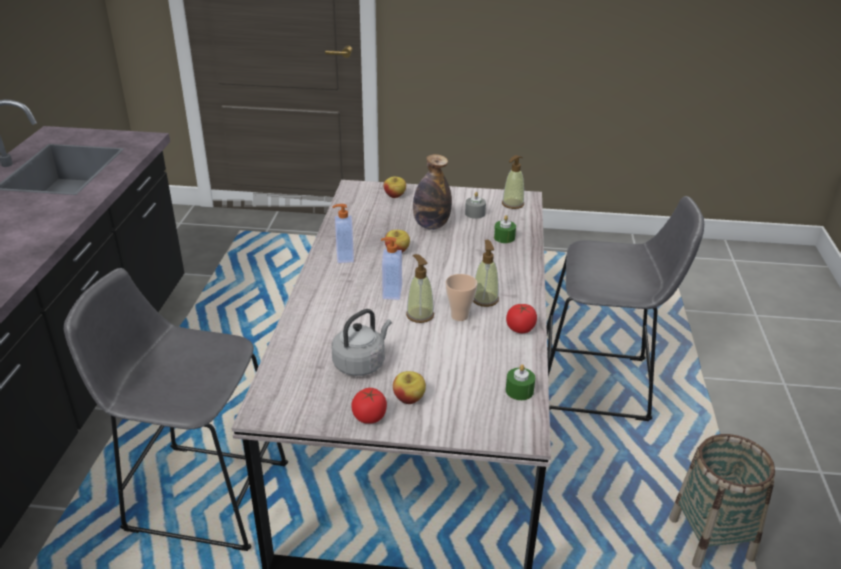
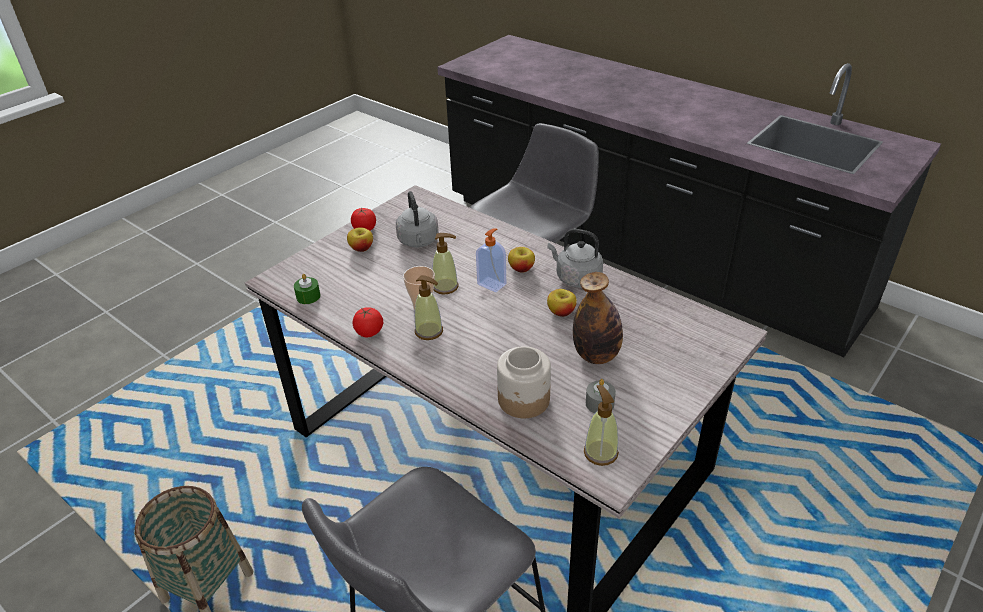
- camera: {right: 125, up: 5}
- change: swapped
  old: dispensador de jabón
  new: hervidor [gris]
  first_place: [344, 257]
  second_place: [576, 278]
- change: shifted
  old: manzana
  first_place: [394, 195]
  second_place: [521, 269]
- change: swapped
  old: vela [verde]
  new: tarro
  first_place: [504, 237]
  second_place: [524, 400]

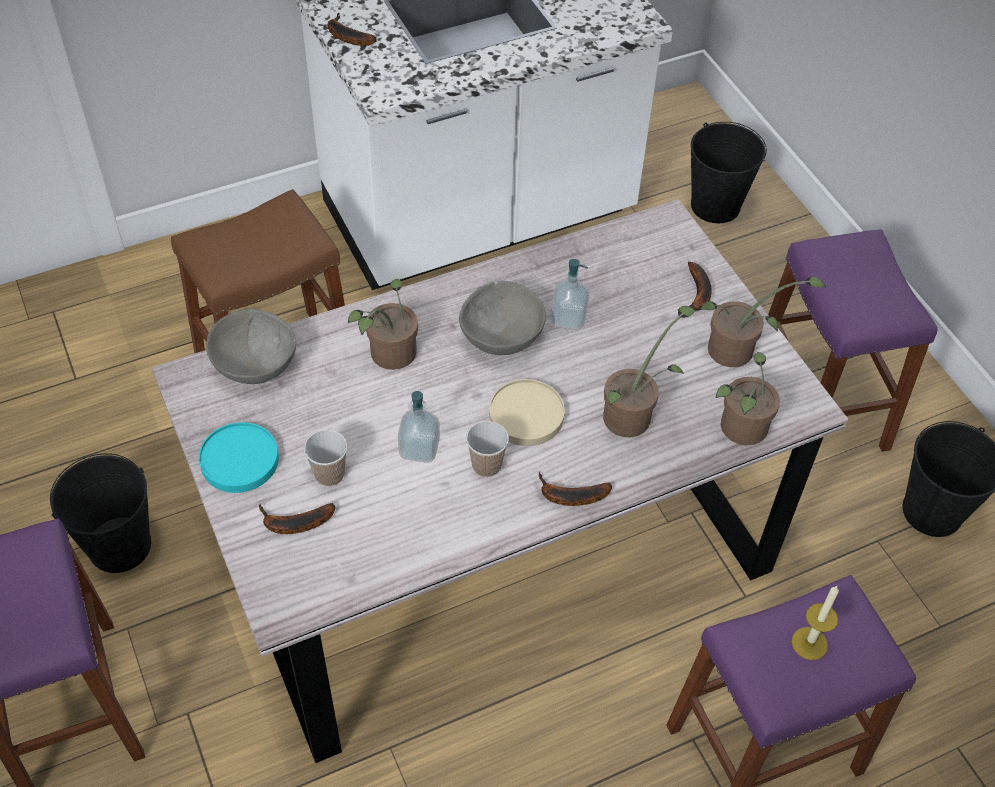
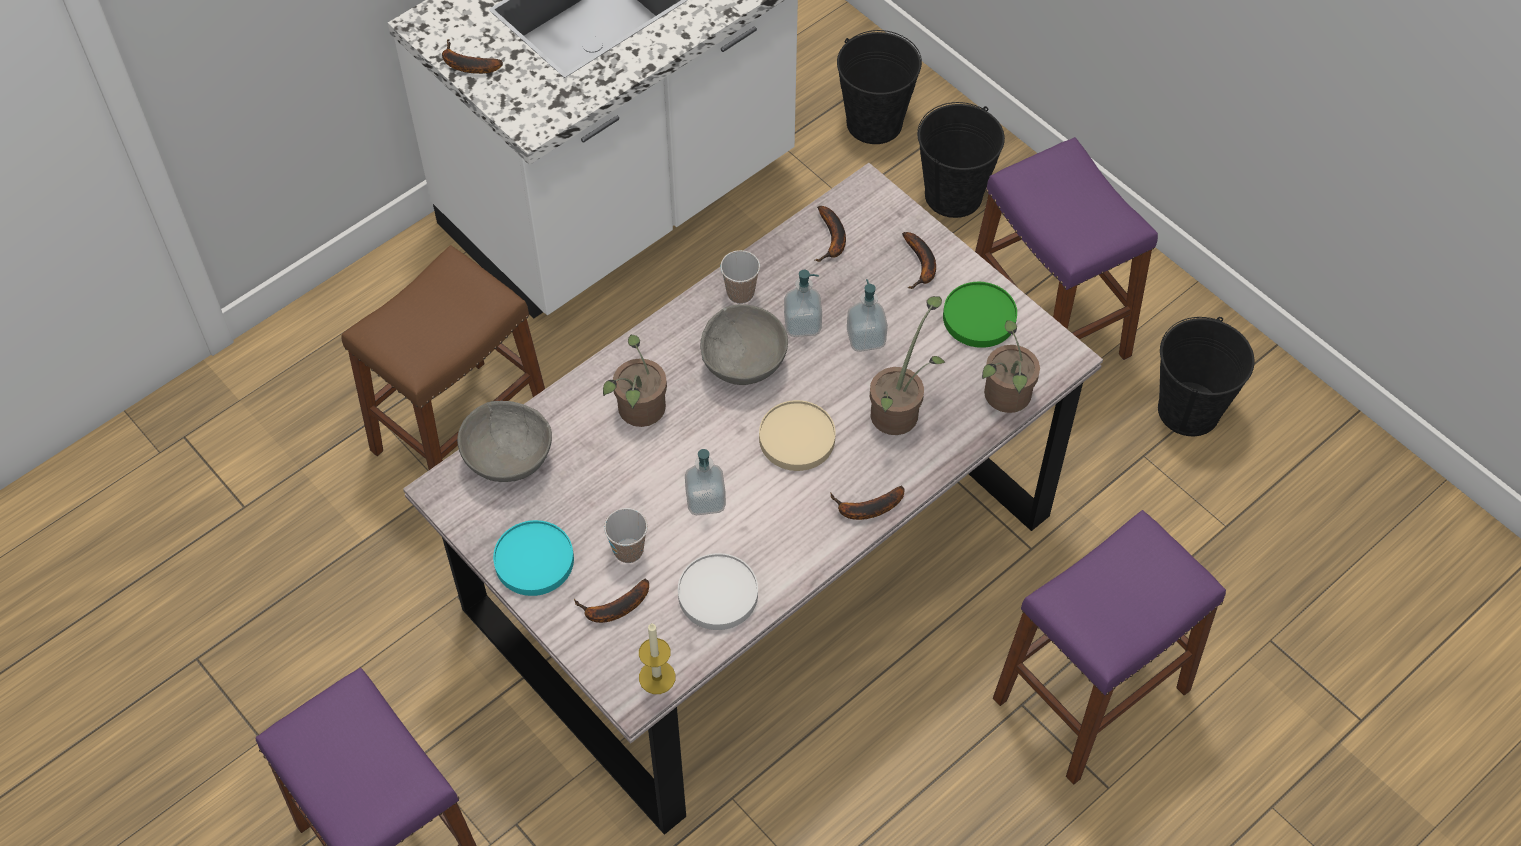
- camera: {right: -15, up: 5}
- change: shifted
  old: cubo [negro]
  first_place: [120, 546]
  second_place: [954, 195]
- change: shifted
  old: taza
  first_place: [486, 465]
  second_place: [740, 293]
- change: swapped
  old: planta en maceta
  new: plato [verde]
  first_place: [737, 352]
  second_place: [978, 317]
- change: shifted
  old: vela
  first_place: [809, 643]
  second_place: [657, 677]
- change: new
  new: plato [blanco]
  second_place: [718, 594]
- change: new
  new: plátano
  second_place: [832, 239]
- change: new
  new: dispensador de jabón
  second_place: [866, 338]

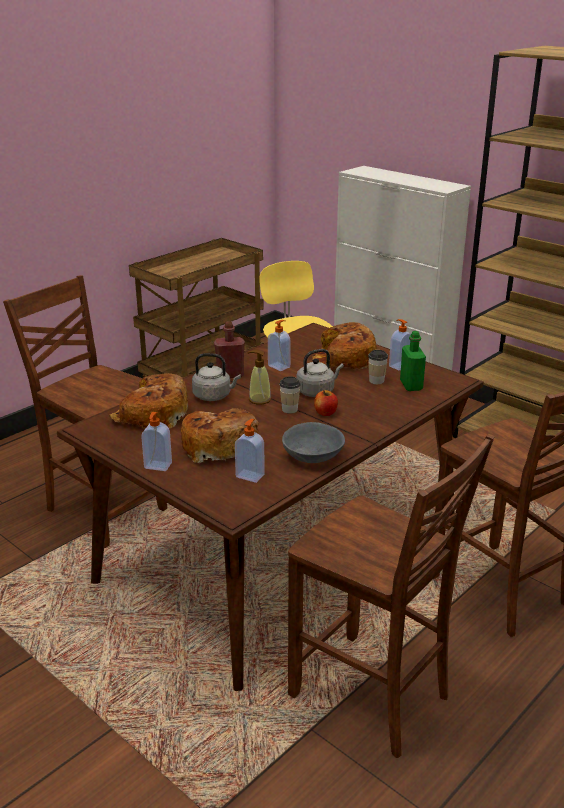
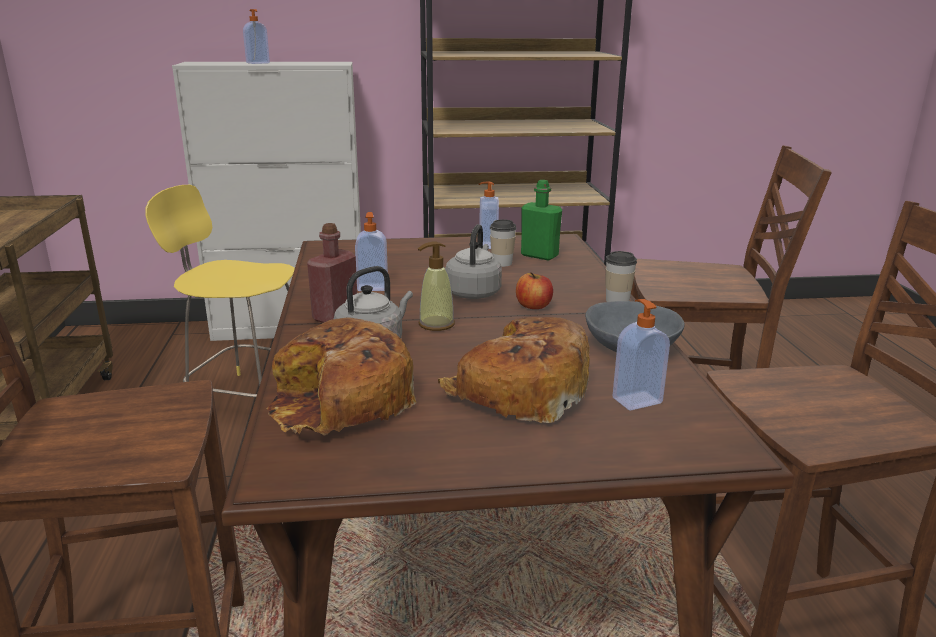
- camera: {right: -50, up: -5}
- change: shifted
  old: dispensador de jabón
  first_place: [157, 466]
  second_place: [258, 63]
- change: shifted
  old: taza
  first_place: [289, 409]
  second_place: [617, 300]
- change: gone
  old: pan
  first_place: [343, 359]

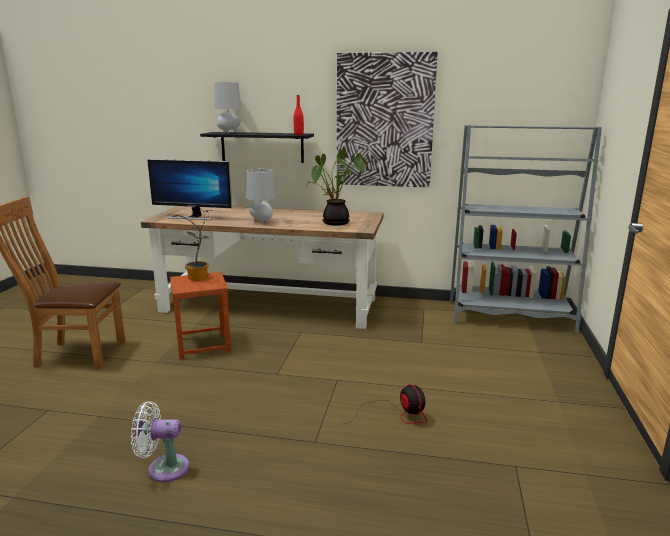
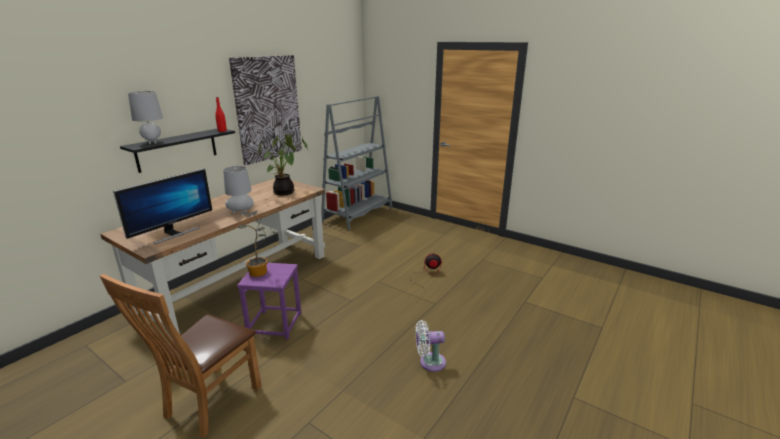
- camera: {right: -65, up: 5}
- change: rotated
  old: ventilador [blanco]
  first_place: [164, 468]
  second_place: [429, 362]
  degrees: 60
- change: repainted
  old: taburete [marrón]
  new: taburete [morado]
  first_place: [203, 345]
  second_place: [275, 324]

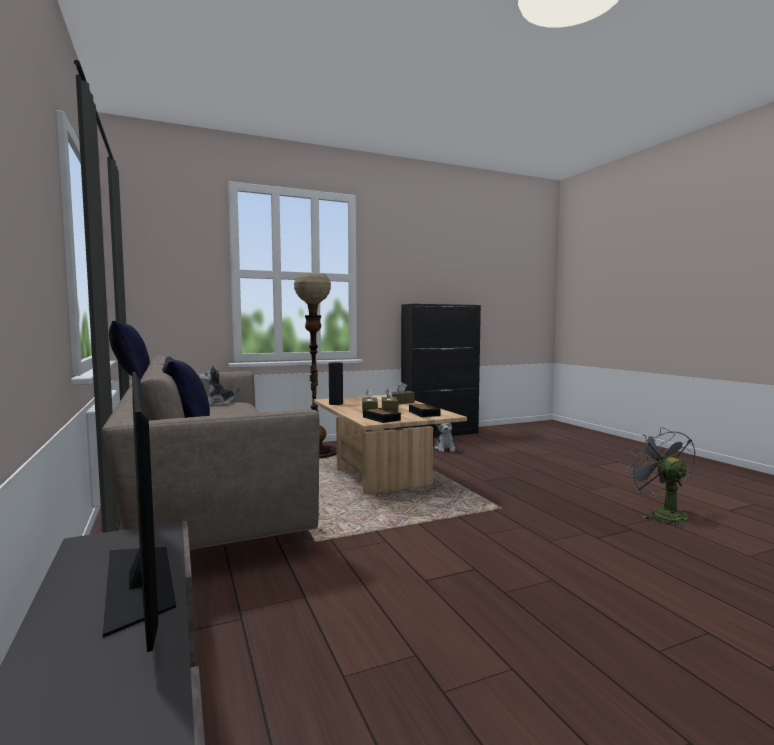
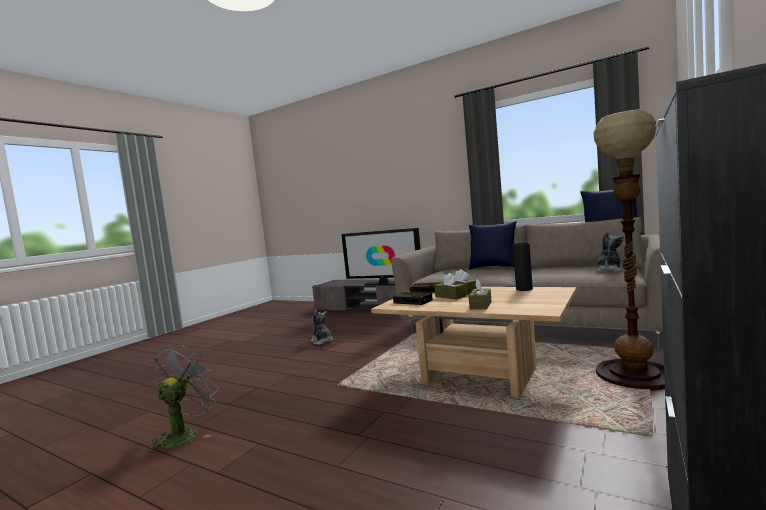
- camera: {right: 145, up: 0}
- change: shifted
  old: peluche
  first_place: [445, 449]
  second_place: [322, 341]
- change: rotated
  old: ventilador [gris]
  first_place: [661, 513]
  second_place: [185, 434]
  degrees: -105

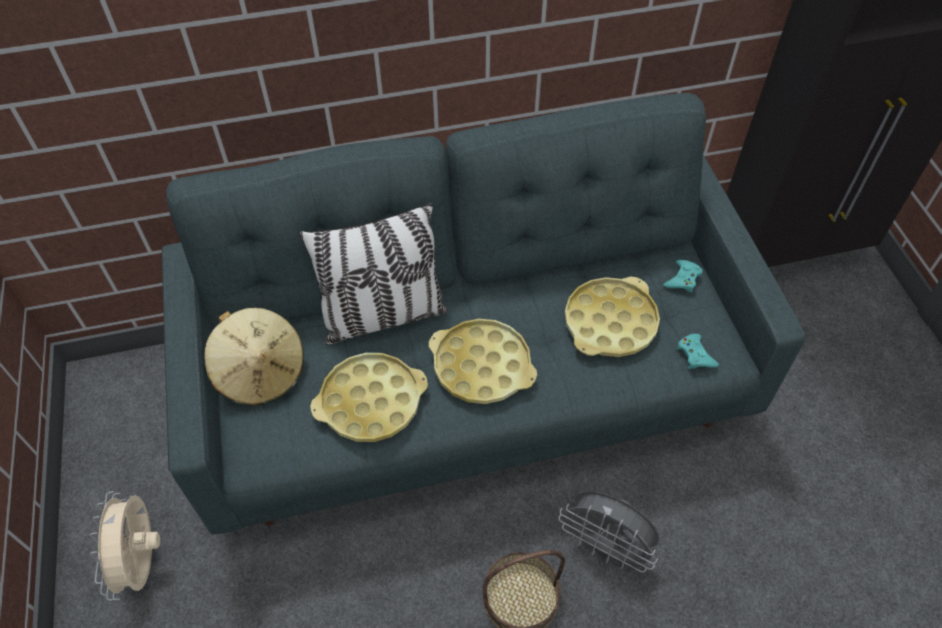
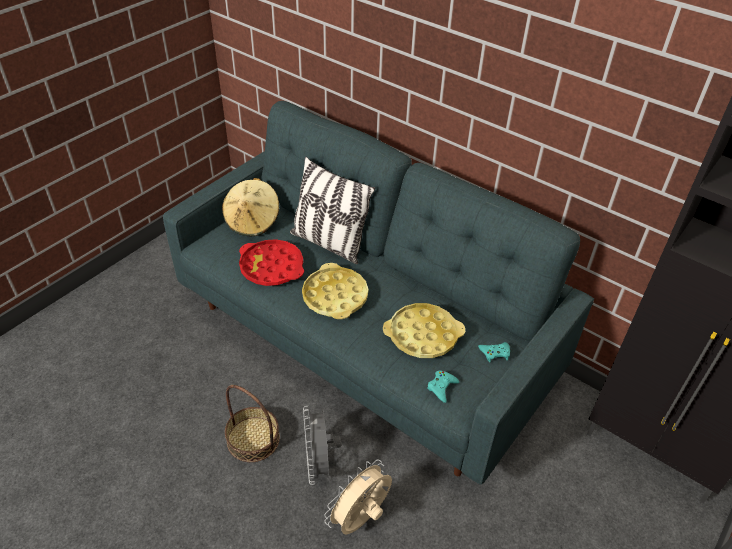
- camera: {right: 50, up: -10}
- change: shifted
  old: ventilador [beis]
  first_place: [143, 562]
  second_place: [361, 519]
- change: repainted
  old: bandeja [amarillo]
  new: bandeja [rojo]
  first_place: [371, 402]
  second_place: [271, 267]

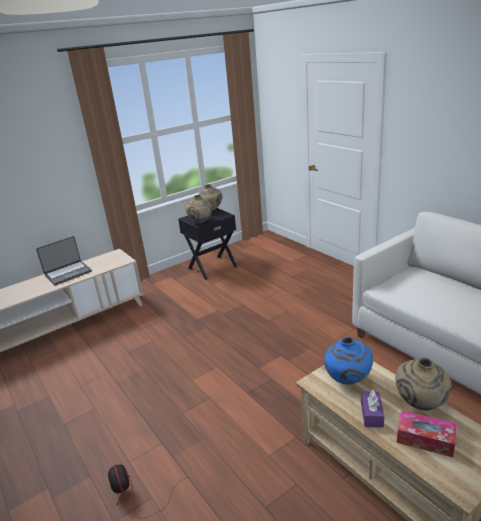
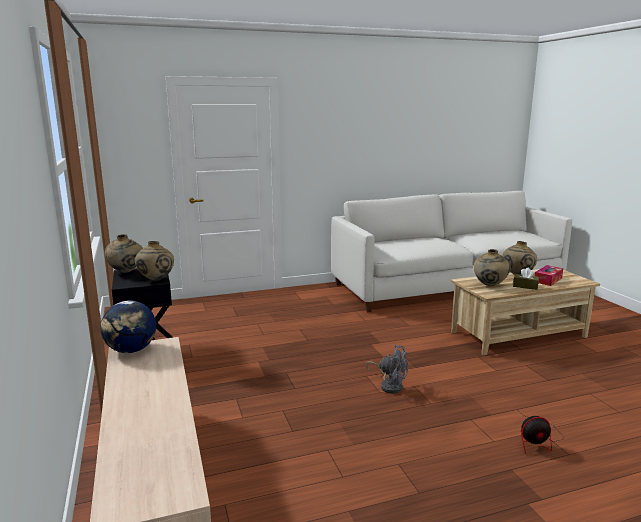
- camera: {right: -75, up: -10}
- change: gone
  old: portátil
  first_place: [68, 273]
- change: repainted
  old: florero [azul]
  new: florero [beis]
  first_place: [347, 381]
  second_place: [490, 286]
- change: repainted
  old: caja de pañuelos [morado]
  new: caja de pañuelos [marrón]
  first_place: [371, 414]
  second_place: [525, 286]
- change: new
  new: globo terráqueo
  second_place: [131, 350]
- change: new
  new: ventilador [gris]
  second_place: [389, 385]

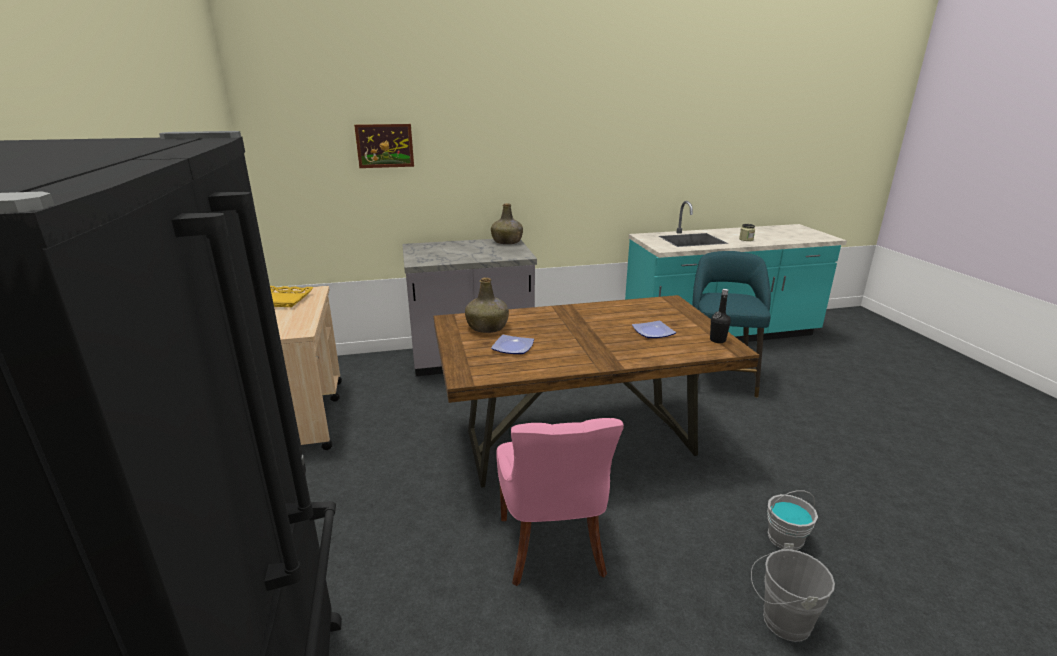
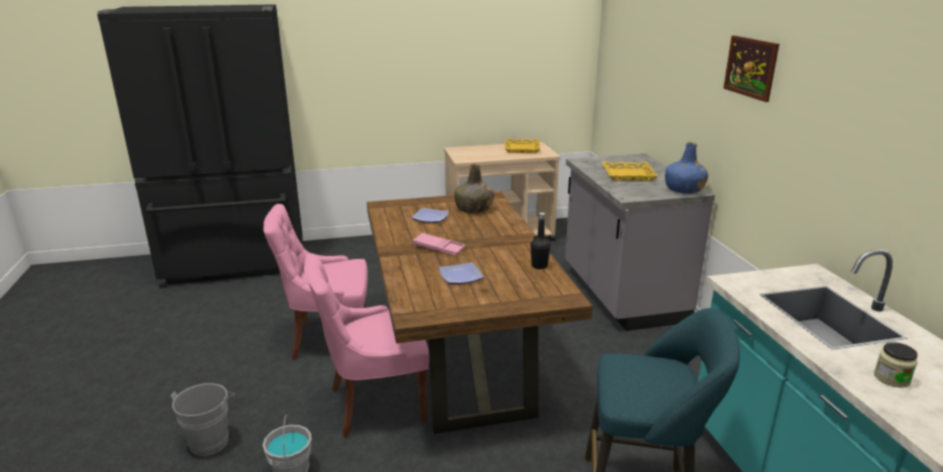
- camera: {right: 90, up: 0}
- change: shifted
  old: cuadro
  first_place: [385, 146]
  second_place: [750, 67]
- change: repainted
  old: botella [verde]
  new: botella [azul]
  first_place: [507, 242]
  second_place: [684, 189]
- change: shifted
  old: botella [negro]
  first_place: [717, 340]
  second_place: [539, 266]
- change: new
  new: silla [rosa]
  second_place: [374, 404]
- change: new
  new: bandeja [rosa]
  second_place: [438, 248]
- change: new
  new: bandeja [amarillo]
  second_place: [628, 175]

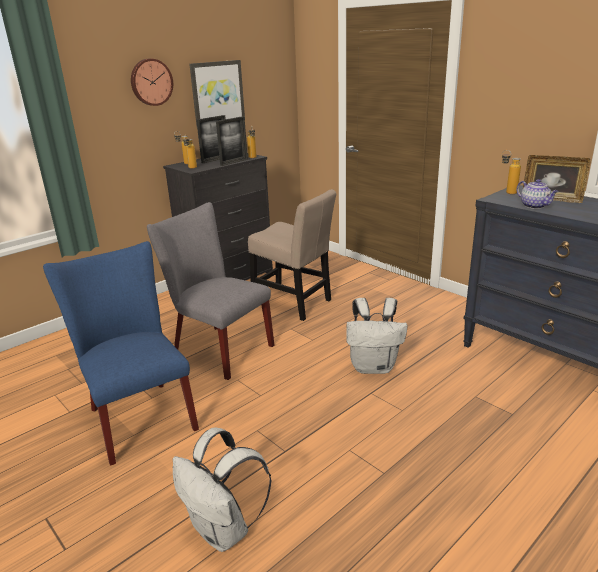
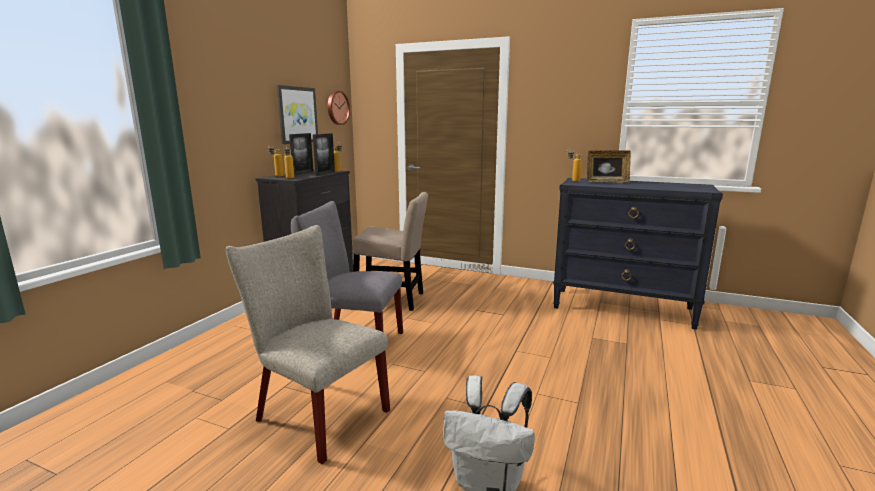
- camera: {right: -25, up: -10}
- change: repainted
  old: silla [azul]
  new: silla [beis]
  first_place: [138, 415]
  second_place: [315, 413]
- change: shifted
  old: reloj de pared
  first_place: [151, 82]
  second_place: [337, 108]
- change: gone
  old: mochila [blanco]
  first_place: [374, 366]
- change: gone
  old: tetera
  first_place: [535, 206]

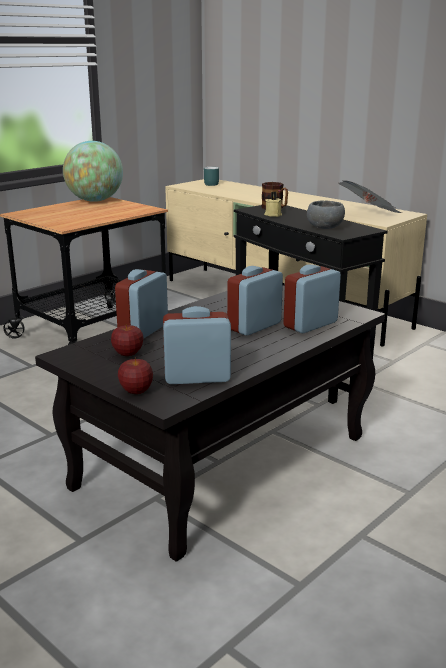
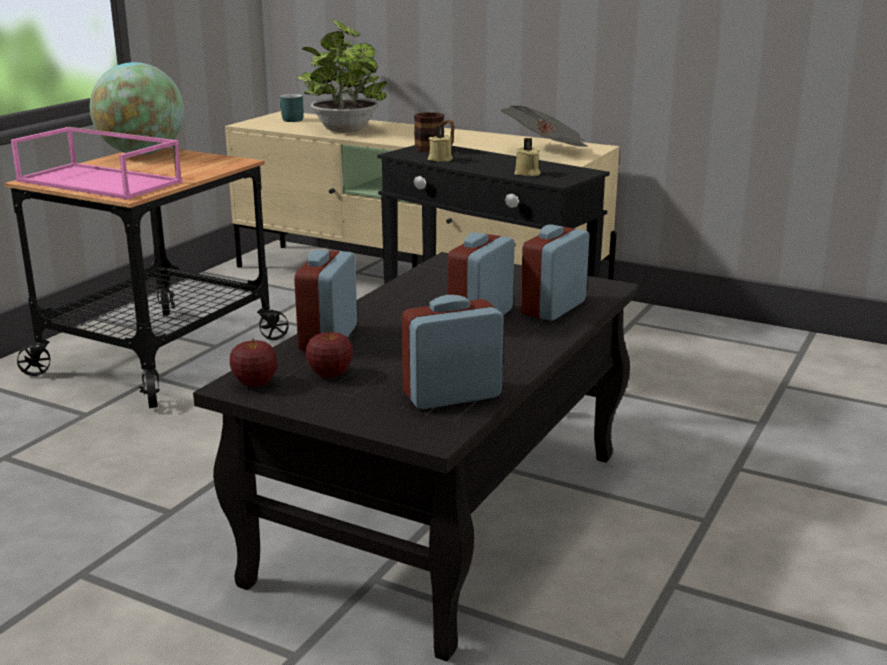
- camera: {right: -15, up: 0}
- change: shifted
  old: manzana
  first_place: [136, 391]
  second_place: [255, 383]
- change: swapped
  old: cuenco [gris]
  new: vela [beis]
  first_place: [326, 228]
  second_place: [527, 173]
- change: new
  new: bandeja [rosa]
  second_place: [101, 181]
- change: new
  new: planta en maceta
  second_place: [344, 129]

